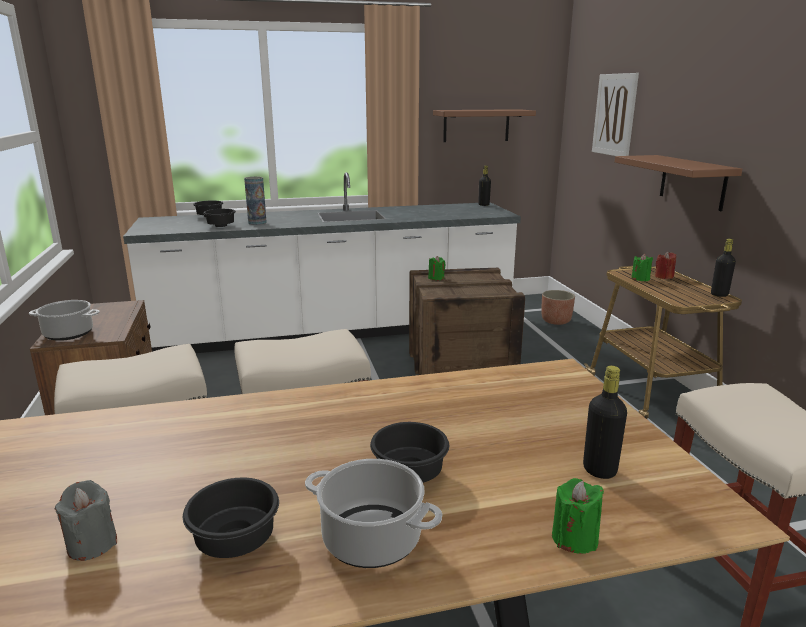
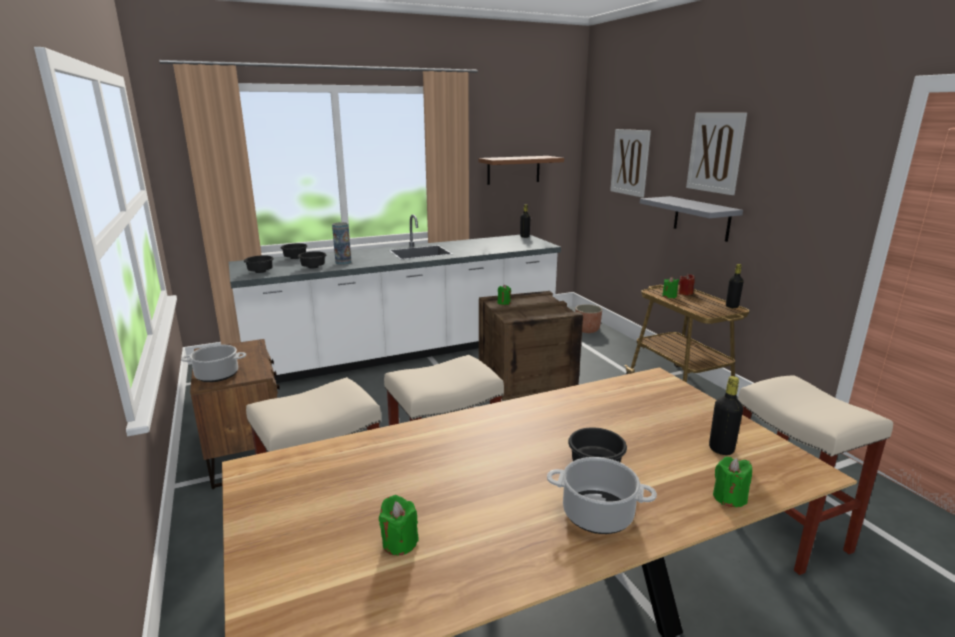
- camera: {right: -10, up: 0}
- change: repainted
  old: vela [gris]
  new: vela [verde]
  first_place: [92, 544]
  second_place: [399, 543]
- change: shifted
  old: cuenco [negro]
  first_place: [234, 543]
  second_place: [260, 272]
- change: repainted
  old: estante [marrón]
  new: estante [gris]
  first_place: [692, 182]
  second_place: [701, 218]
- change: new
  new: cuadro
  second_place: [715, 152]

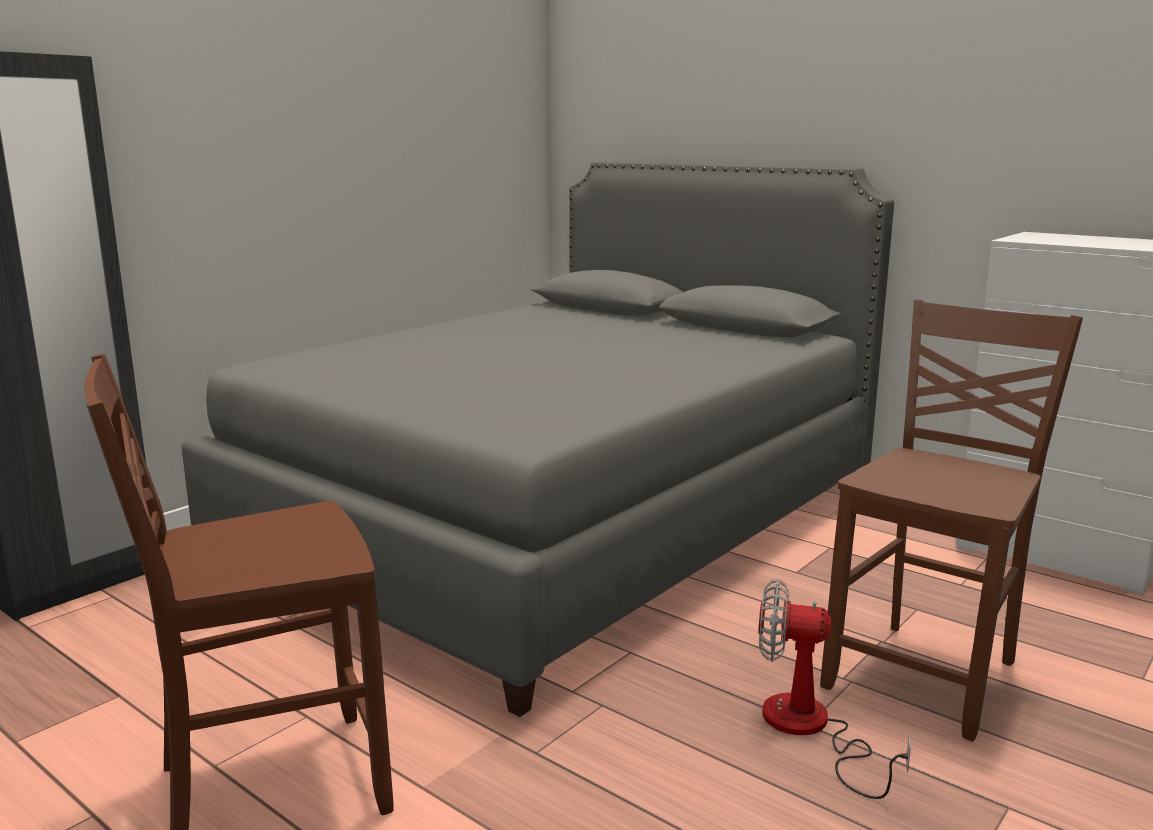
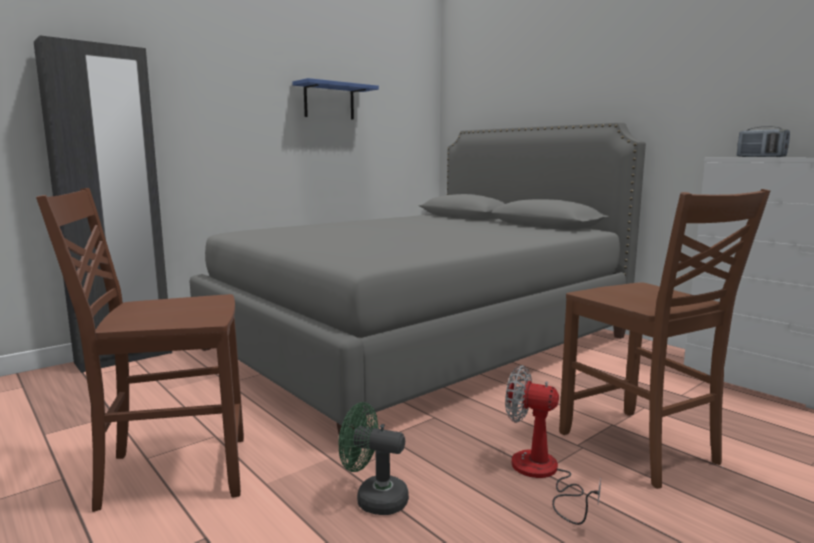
- camera: {right: 10, up: -5}
- change: rotated
  old: silla [marrón]
  first_place: [927, 675]
  second_place: [640, 448]
  degrees: 105
- change: new
  new: estante [azul]
  second_place: [329, 101]
- change: new
  new: ventilador [verde]
  second_place: [373, 499]
- change: new
  new: radio
  second_place: [760, 157]

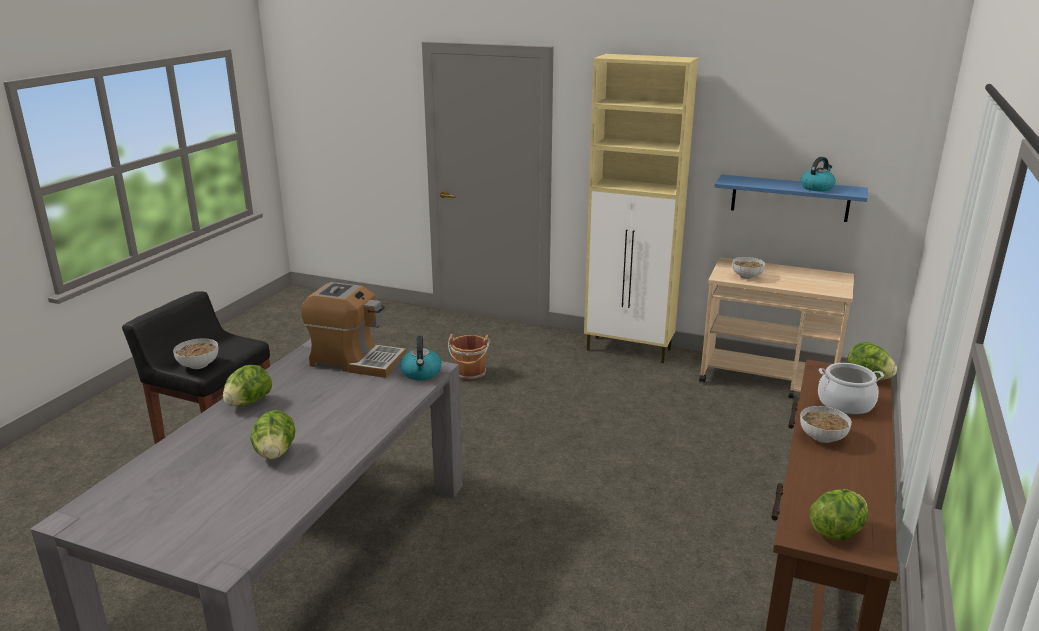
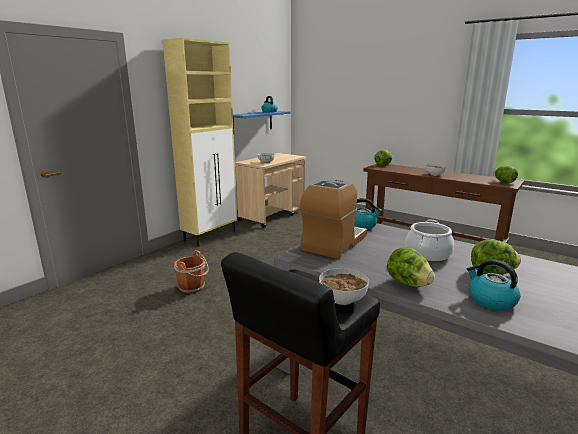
- camera: {right: -75, up: -5}
- change: shifted
  old: olla
  first_place: [845, 404]
  second_place: [428, 255]
- change: new
  new: hervidor
  second_place: [490, 300]

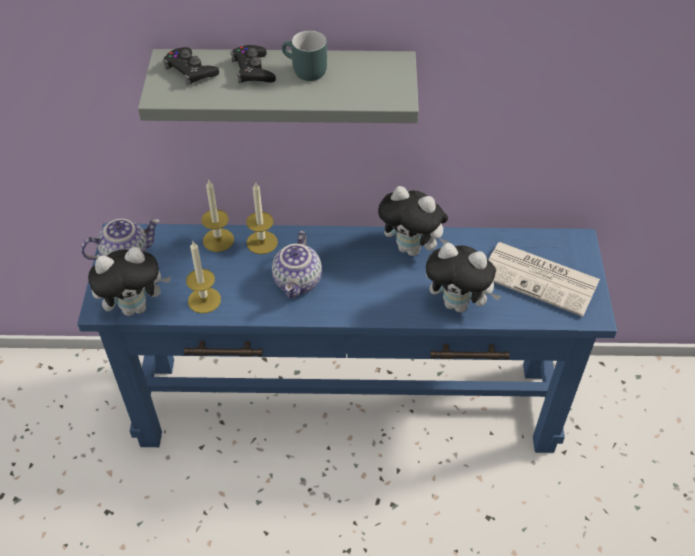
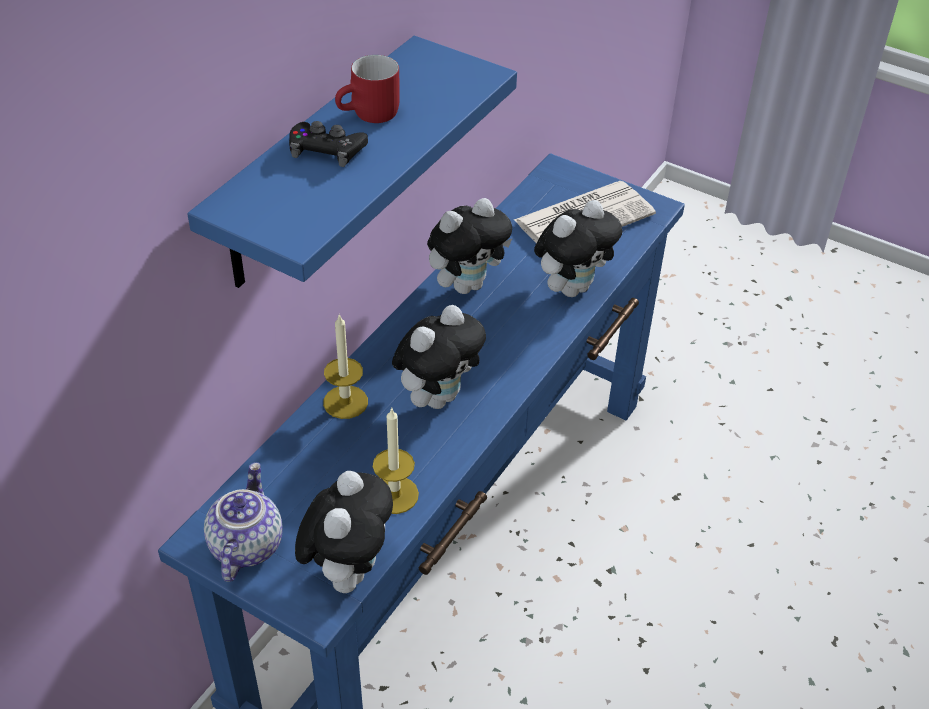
- camera: {right: -60, up: -5}
- change: repainted
  old: estante [gris]
  new: estante [azul]
  first_place: [286, 85]
  second_place: [314, 166]
- change: gone
  old: mando de consola [negro]
  first_place: [190, 71]
- change: gone
  old: vela
  first_place: [218, 240]
- change: swapped
  old: tetera
  new: peluche
  first_place: [298, 282]
  second_place: [438, 396]
- change: repainted
  old: taza grande [turquesa]
  new: taza grande [rojo]
  first_place: [304, 72]
  second_place: [371, 116]

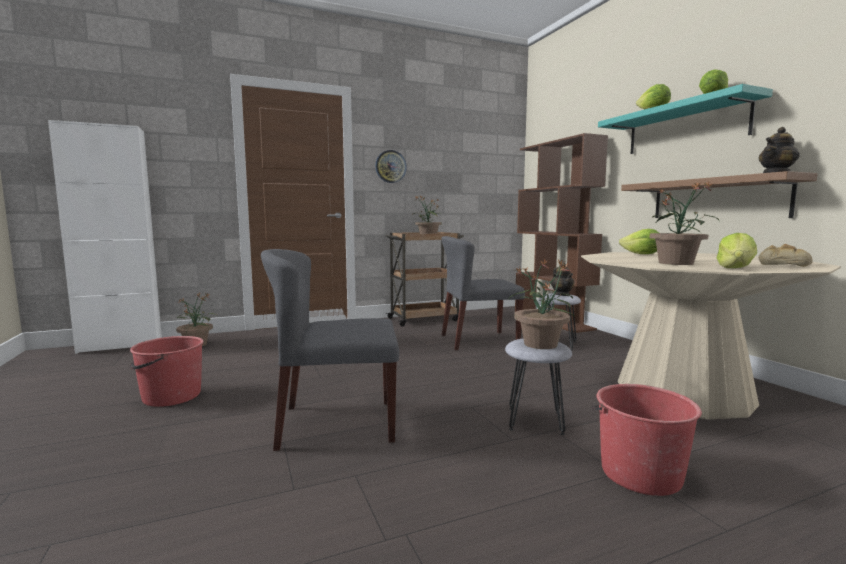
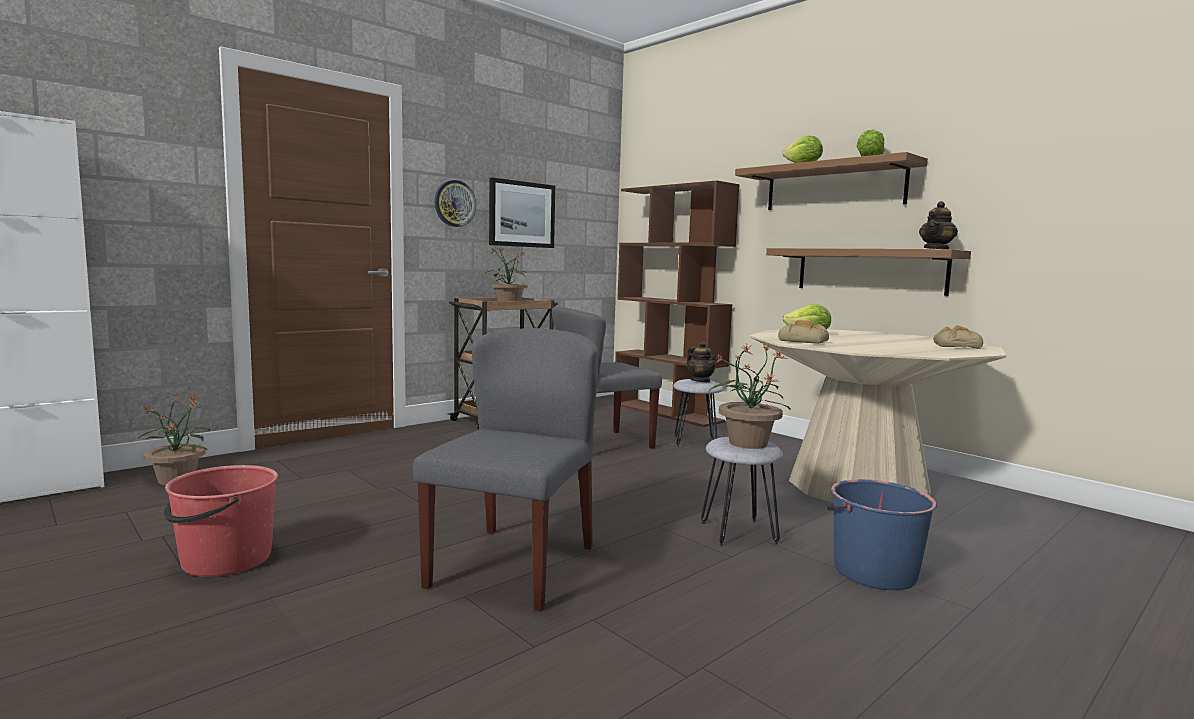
- camera: {right: -20, up: 0}
- change: rotated
  old: silla [gris]
  first_place: [336, 424]
  second_place: [513, 565]
  degrees: 135
- change: repainted
  old: cubo [rojo]
  new: cubo [azul]
  first_place: [639, 473]
  second_place: [873, 572]
- change: repainted
  old: estante [turquesa]
  new: estante [marrón]
  first_place: [685, 127]
  second_place: [833, 187]
- change: gone
  old: planta en maceta
  first_place: [676, 263]
- change: gone
  old: lechuga
  first_place: [735, 268]
- change: new
  new: cuadro
  second_place: [521, 214]
- change: new
  new: pan
  second_place: [804, 341]

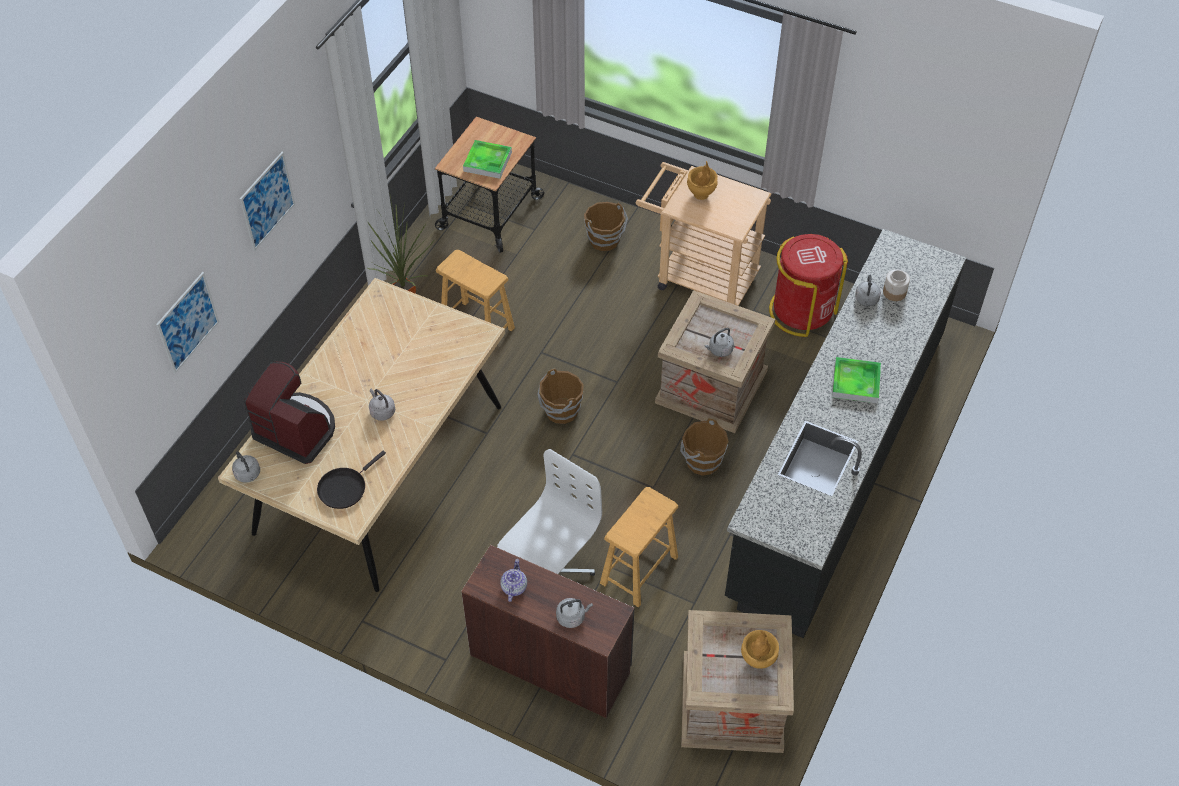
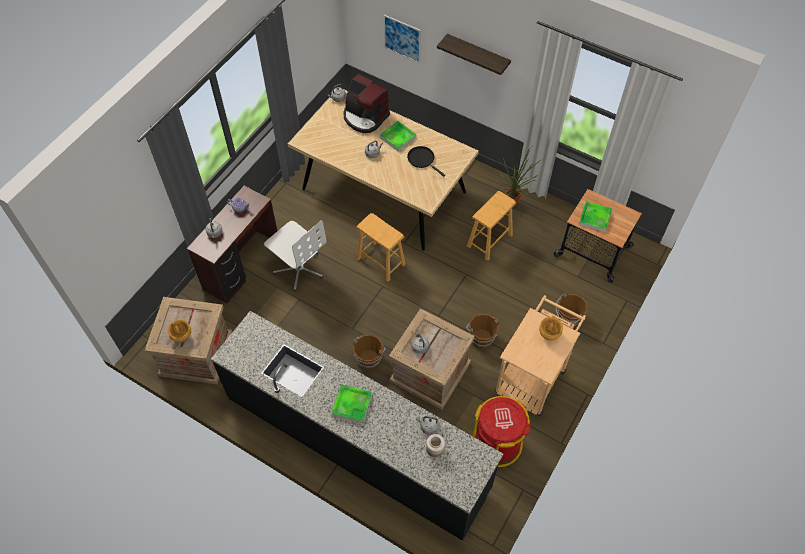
- camera: {right: 95, up: 5}
- change: swapped
  old: cuadro
  new: estante
  first_place: [267, 201]
  second_place: [477, 55]
- change: rotated
  old: cafetera
  first_place: [297, 430]
  second_place: [365, 117]
  degrees: 90
- change: shifted
  old: sartén [negro]
  first_place: [344, 487]
  second_place: [422, 159]
- change: shifted
  old: cubo [marrón]
  first_place: [560, 411]
  second_place: [481, 337]
- change: shifted
  old: taburete [marrón]
  first_place: [639, 570]
  second_place: [381, 261]
- change: new
  new: bandeja
  second_place: [398, 137]

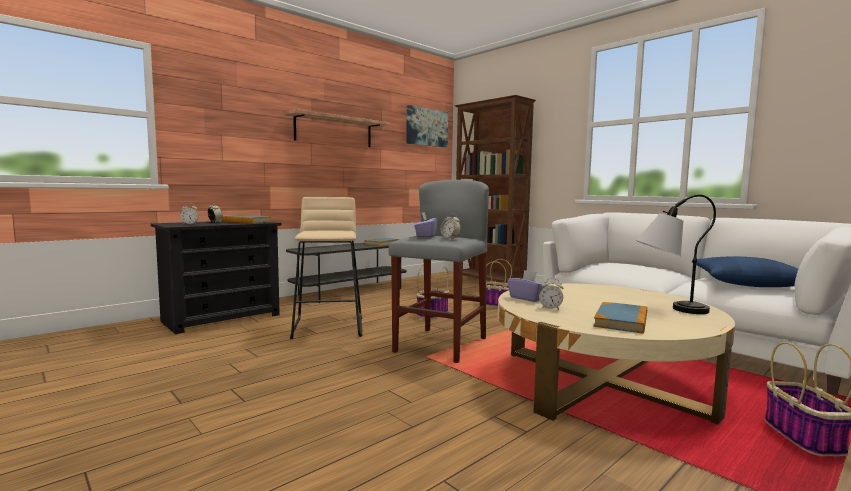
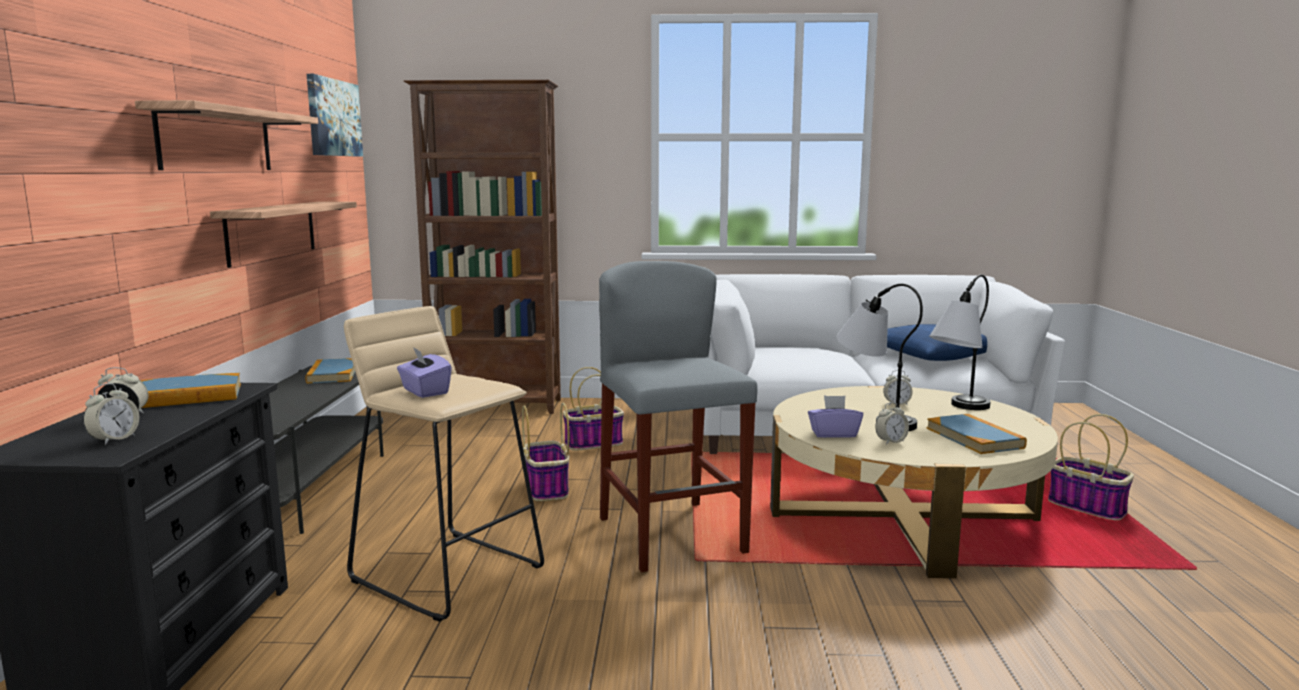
- camera: {right: -45, up: 5}
- change: shifted
  old: caja de pañuelos [morado]
  first_place: [425, 236]
  second_place: [424, 391]
- change: shifted
  old: despertador
  first_place: [450, 238]
  second_place: [896, 404]
- change: new
  new: estante
  second_place: [272, 231]
- change: new
  new: lámpara de mesa
  second_place: [873, 419]

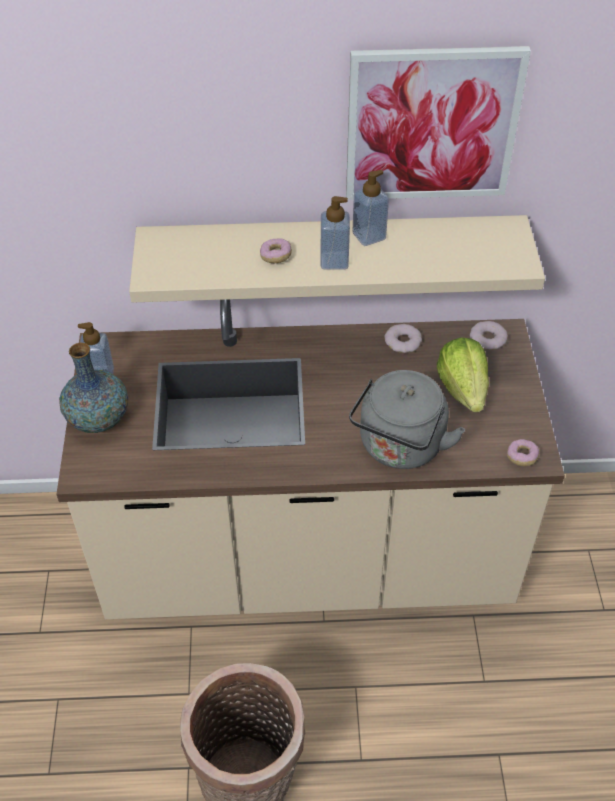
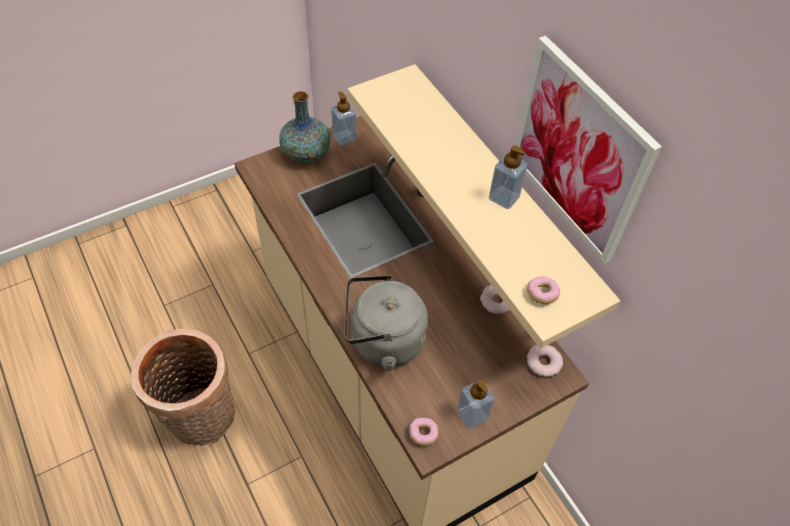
- camera: {right: 60, up: 5}
- change: shifted
  old: rosquilla
  first_place: [275, 256]
  second_place: [542, 294]
- change: shifted
  old: dispensador de jabón
  first_place: [334, 261]
  second_place: [472, 414]
- change: gone
  old: lechuga
  first_place: [463, 389]

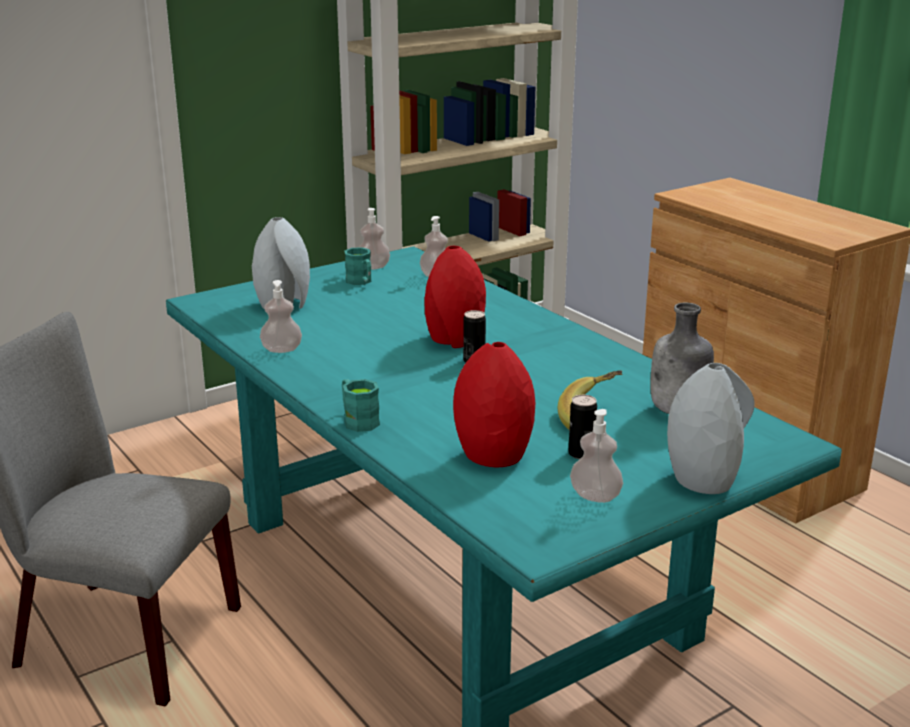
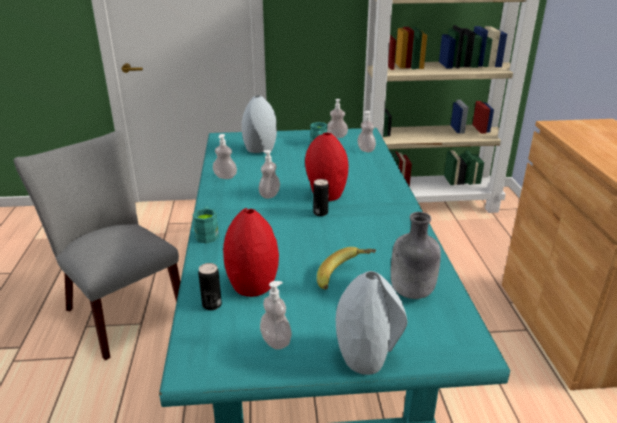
- camera: {right: 30, up: 5}
- change: shifted
  old: lata
  first_place: [581, 454]
  second_place: [212, 305]
- change: new
  new: dispensador de jabón
  second_place: [269, 195]

